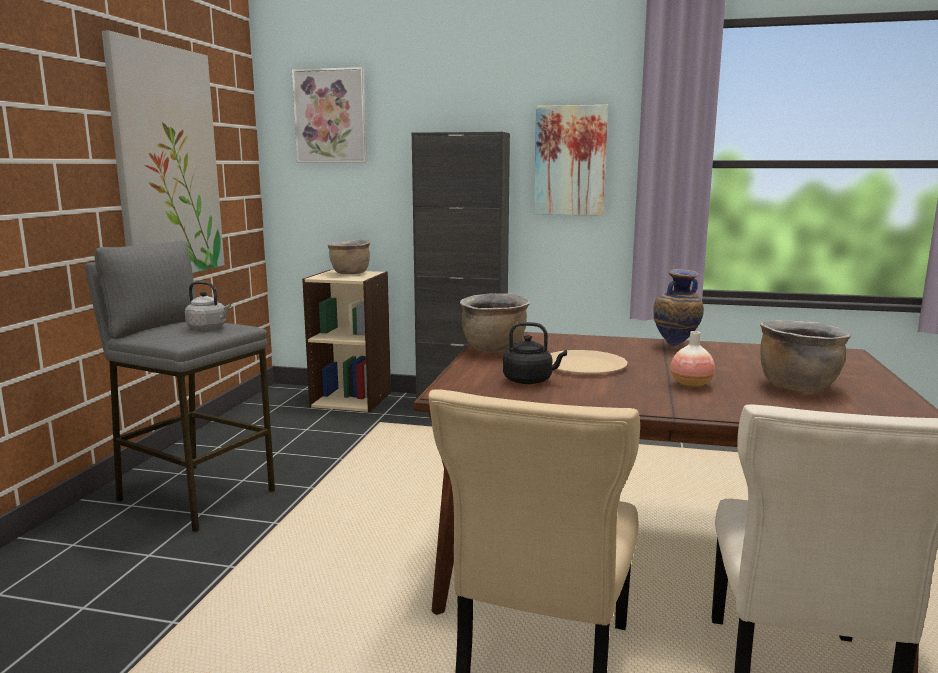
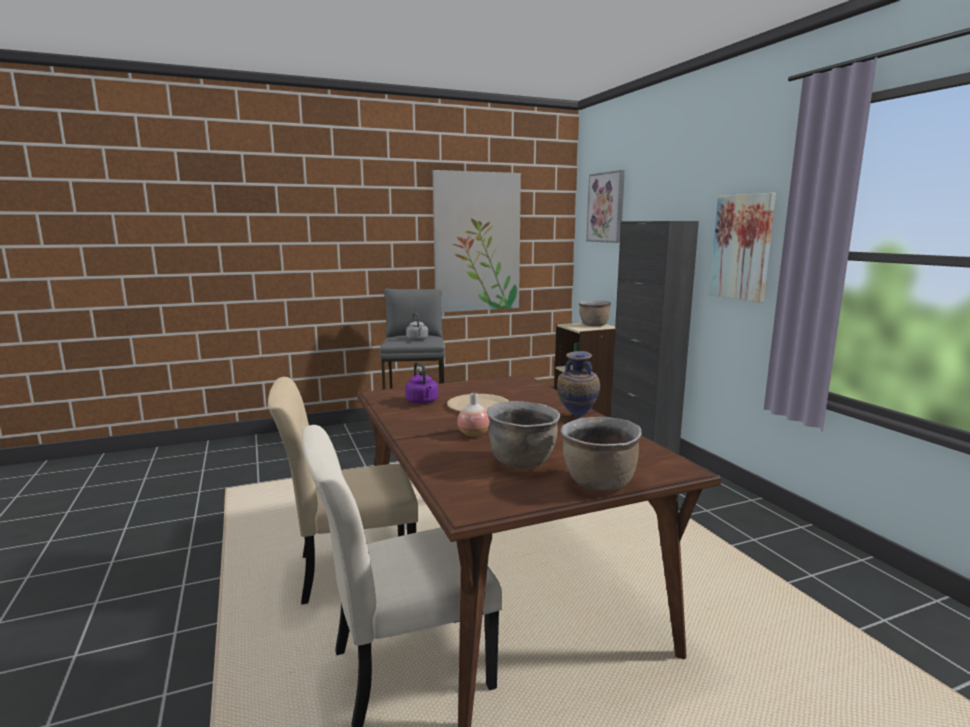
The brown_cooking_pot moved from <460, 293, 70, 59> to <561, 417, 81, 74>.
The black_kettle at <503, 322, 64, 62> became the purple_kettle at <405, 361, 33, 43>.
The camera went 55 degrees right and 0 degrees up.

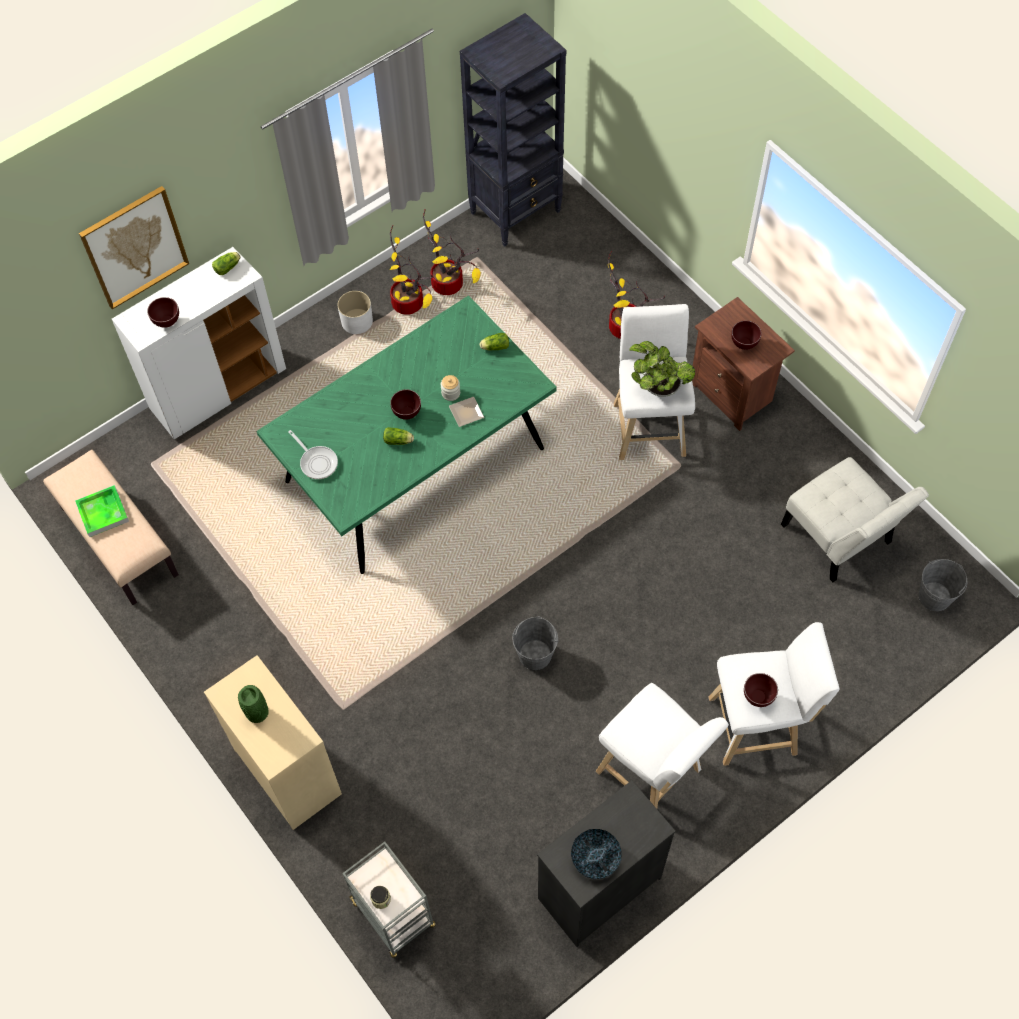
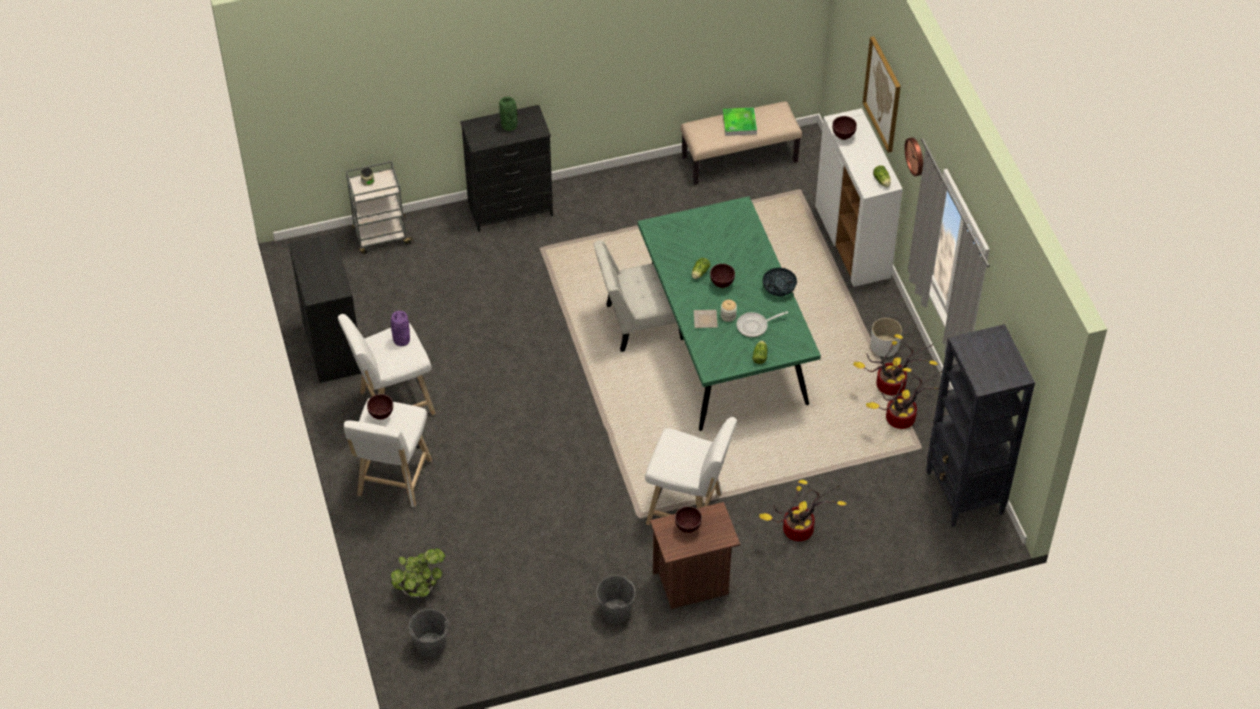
The purple_vase at <391, 311, 19, 35> appeared.
The wall_clock at <904, 137, 19, 39> appeared.
The frying_pan moved from <288, 430, 50, 49> to <737, 311, 51, 26>.
The grey_bucket moved from <512, 616, 46, 54> to <596, 575, 40, 49>.
The bowl moved from <571, 829, 51, 50> to <763, 268, 34, 28>.
The potted_plant moved from <629, 341, 66, 56> to <391, 548, 54, 49>.
The white_chair moved from <781, 457, 148, 125> to <593, 240, 91, 112>.
The beige_dresser at <204, 655, 138, 175> became the black_dresser at <460, 105, 93, 127>.
The camera went 110 degrees right and 10 degrees down.

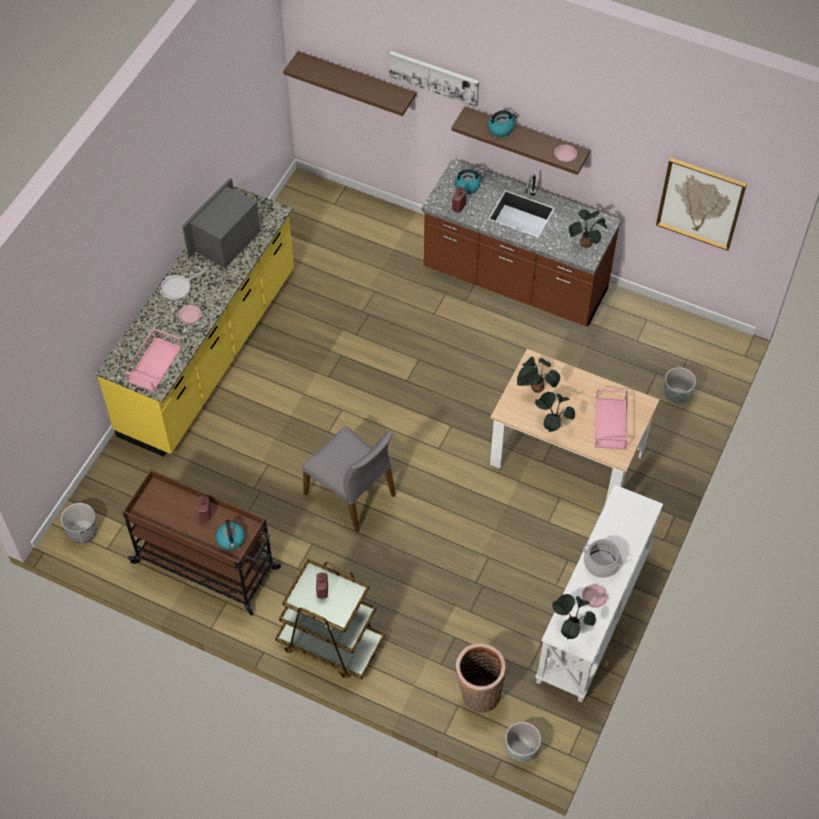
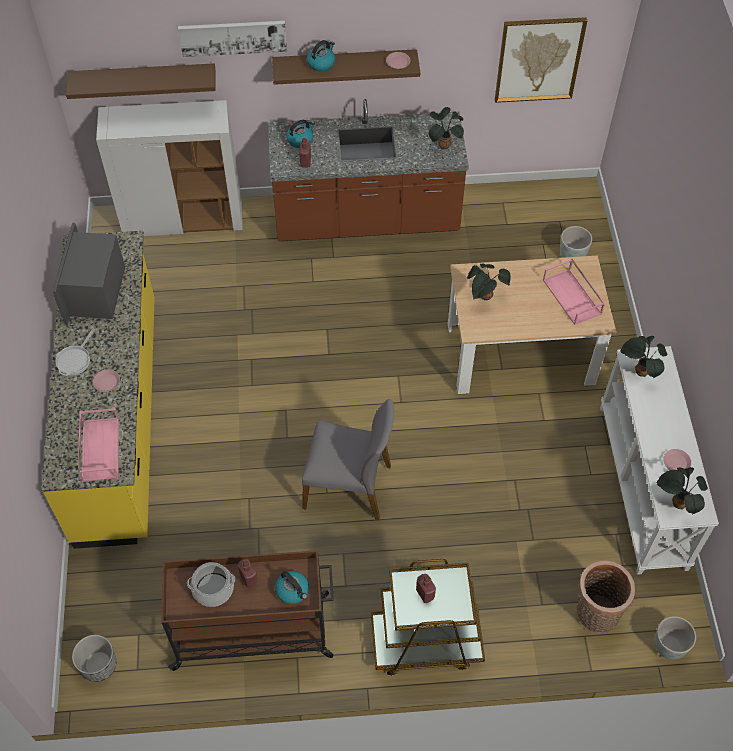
The white_cabinet at <96, 100, 147, 136> appeared.
The potted_plant moved from <535, 392, 40, 40> to <620, 336, 47, 43>.
The cooking_pot moved from <583, 539, 40, 39> to <187, 562, 48, 45>.
The camera went 30 degrees left and 0 degrees up.

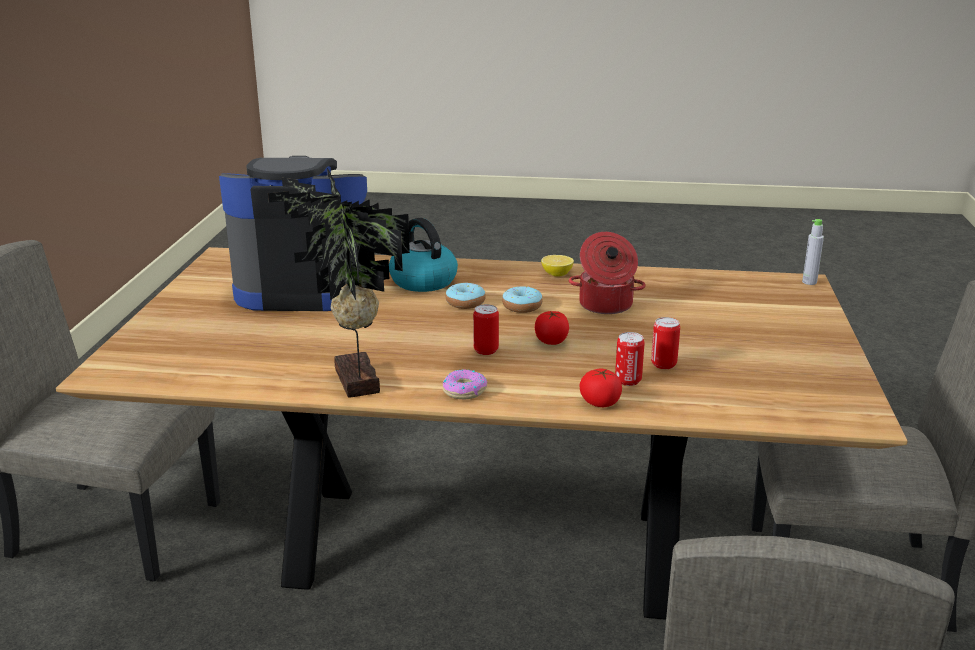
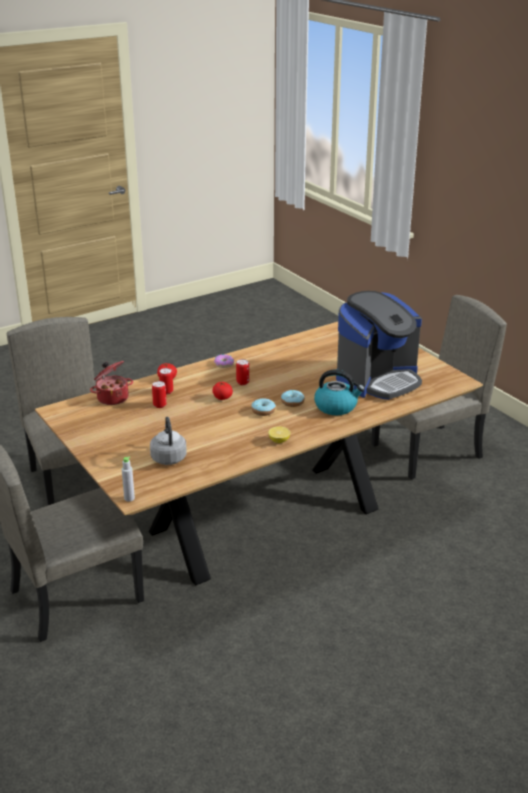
The potted_plant at <268, 168, 142, 230> disappeared.
The grey_kettle at <150, 417, 37, 48> appeared.
The cooking_pot moved from <569, 232, 77, 82> to <90, 361, 43, 44>.
The camera went 140 degrees right and 5 degrees up.

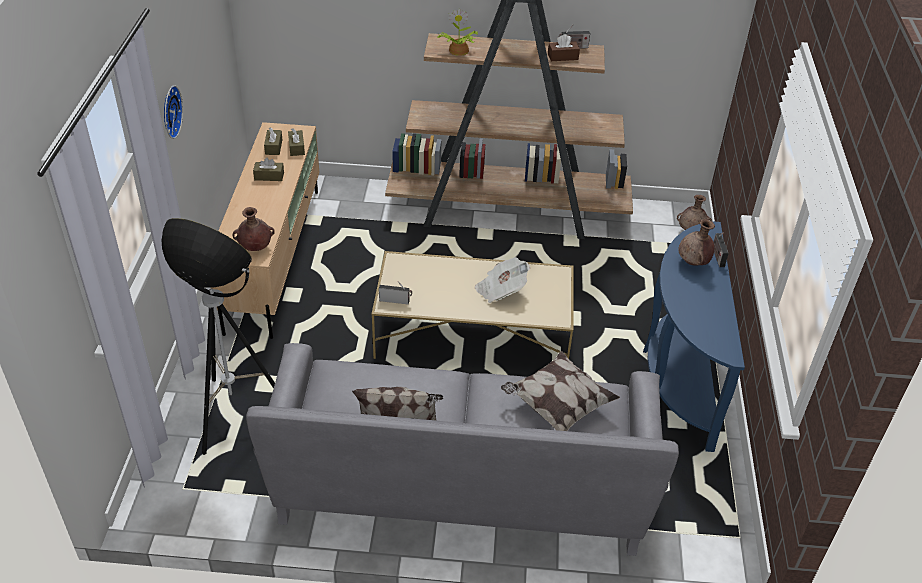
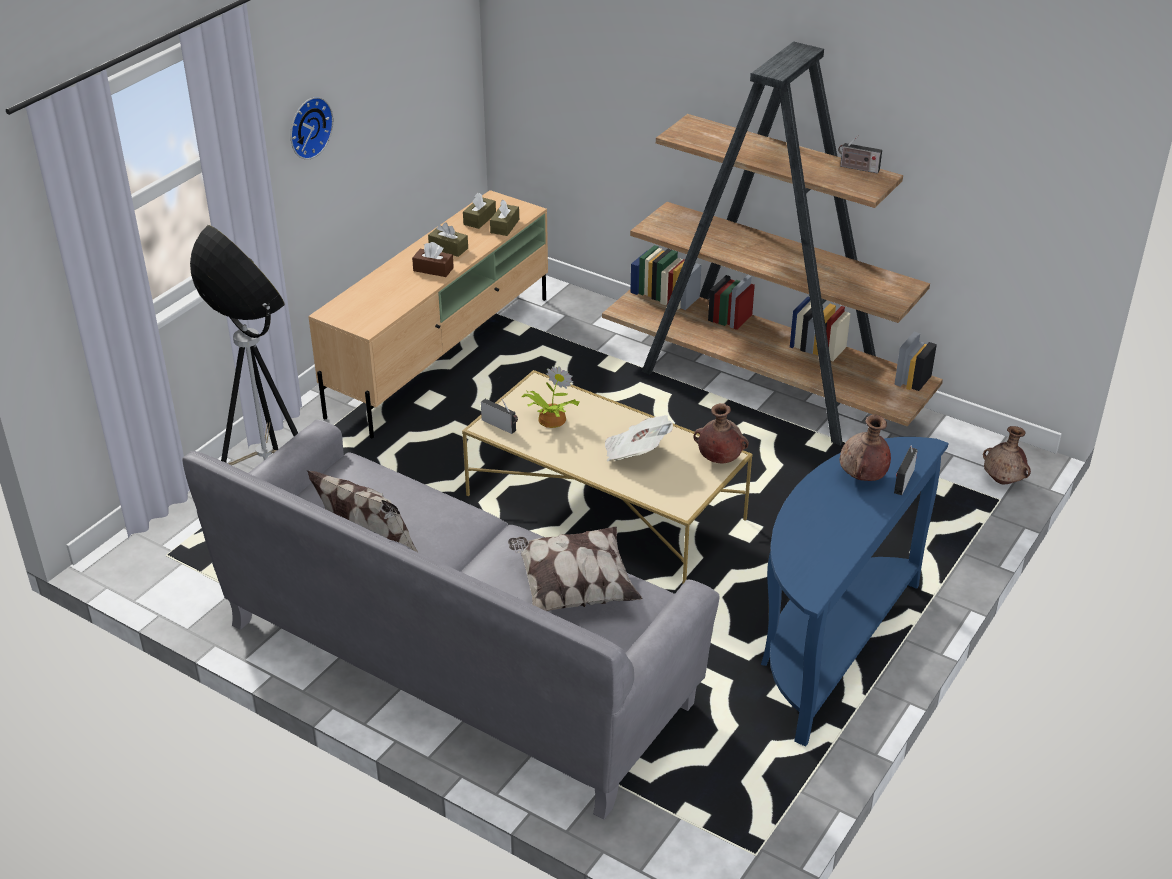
The brown_vase moved from <233, 207, 42, 44> to <693, 403, 56, 60>.
The potted_plant moved from <437, 9, 41, 47> to <522, 366, 58, 62>.
The brown_tissue_box moved from <548, 34, 32, 27> to <412, 242, 42, 35>.
The camera went 30 degrees right and 5 degrees down.

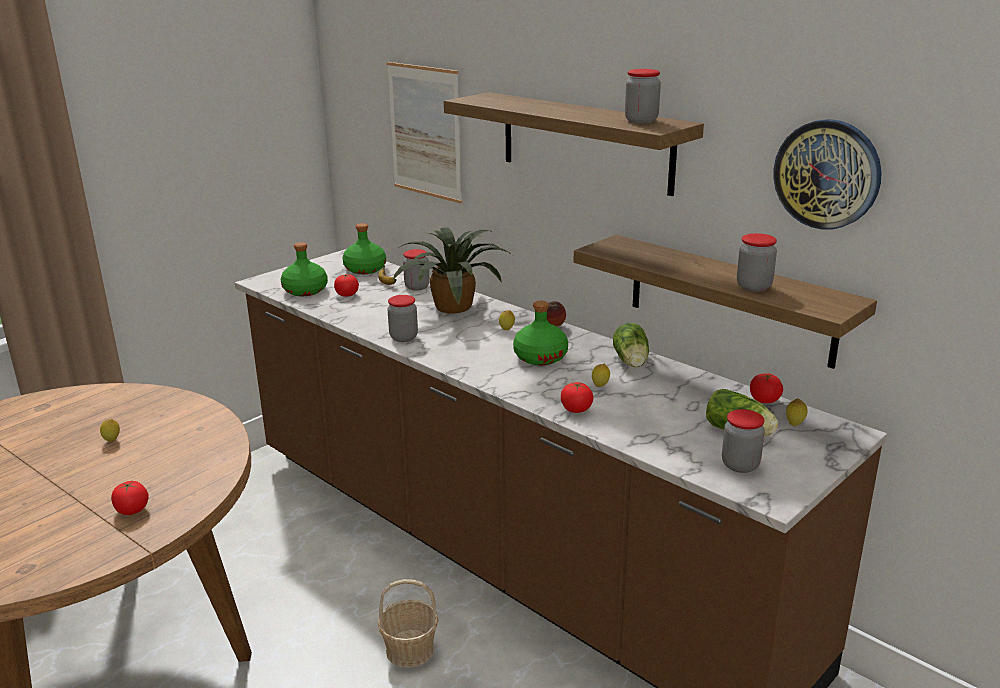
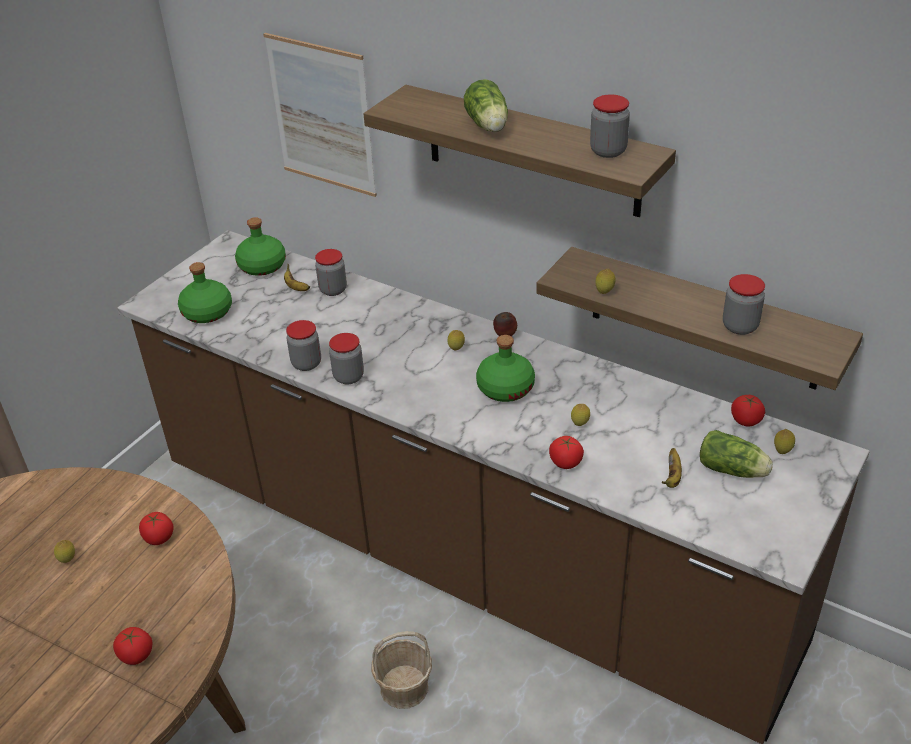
The potted_plant at <392, 228, 120, 86> disappeared.
The wall_clock at <773, 119, 109, 111> disappeared.
The lemon at <595, 269, 20, 25> appeared.
The banana at <662, 448, 20, 40> appeared.
The tomato moved from <334, 274, 25, 23> to <139, 512, 35, 33>.
The lettuce moved from <613, 323, 36, 44> to <464, 79, 44, 53>.
The jar moved from <722, 409, 43, 64> to <286, 320, 35, 51>.
The camera went 10 degrees left and 15 degrees up.

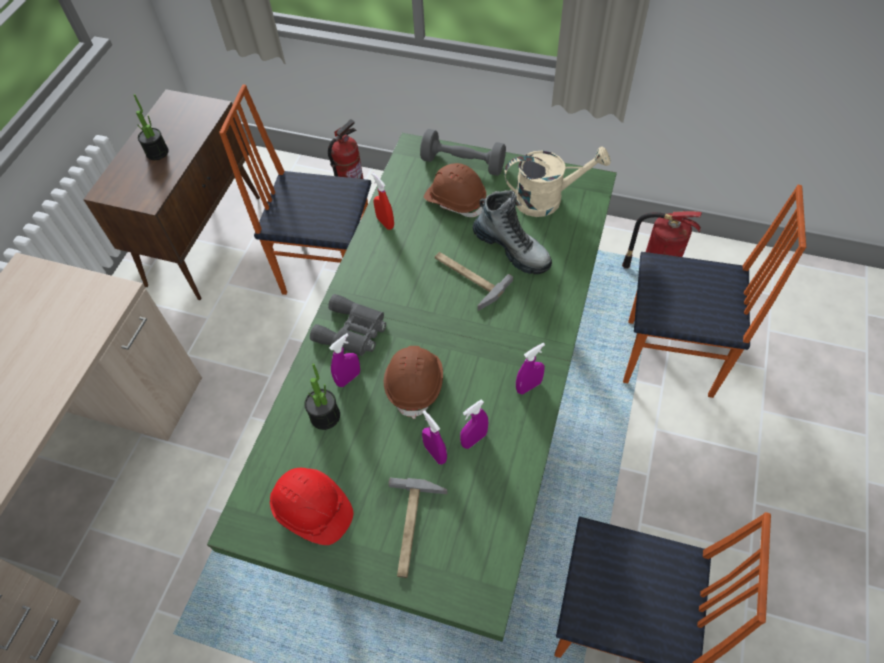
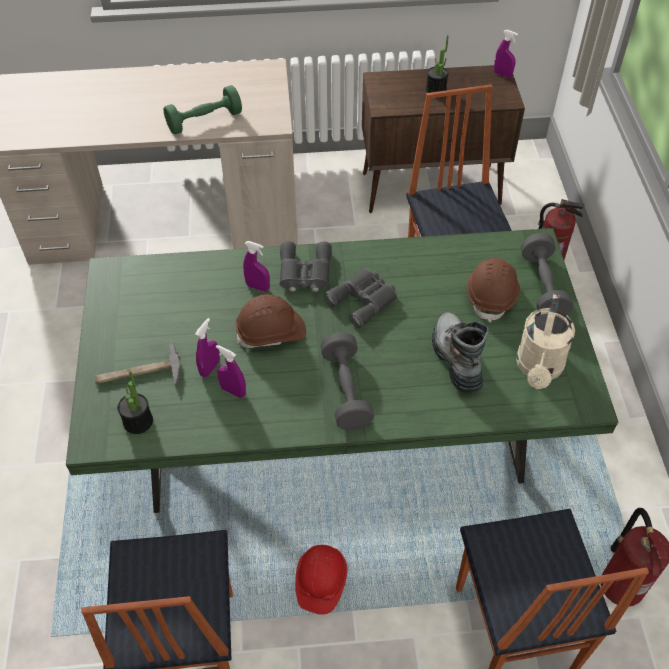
The red_spray_bottle at <372, 173, 22, 57> disappeared.
The hammer at <435, 252, 78, 59> disappeared.
The green_dumbbell at <163, 85, 79, 49> appeared.
The grey_dumbbell at <320, 332, 54, 98> appeared.
The grey_binoculars at <324, 268, 73, 60> appeared.
The red_hard_hat moved from <270, 468, 83, 77> to <295, 545, 52, 69>.
The potted_plant moved from <304, 363, 36, 67> to <118, 370, 35, 64>.
The purple_spray_bottle moved from <516, 343, 29, 52> to <494, 30, 24, 48>.
The boot at <473, 190, 79, 84> turned 150 degrees clockwise.
The beige_watering_can at <504, 146, 107, 71> turned 45 degrees clockwise.
The camera went 65 degrees right and 5 degrees down.

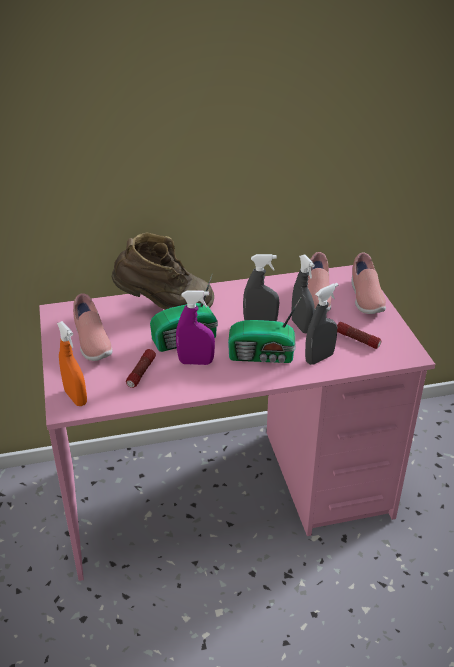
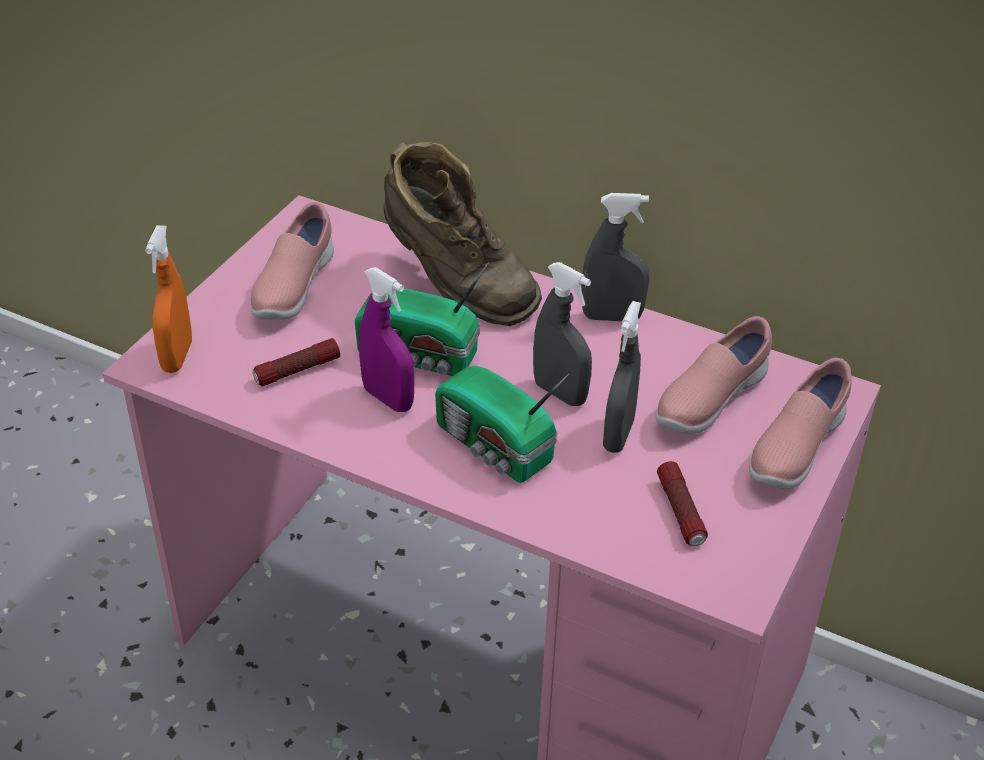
The grey_spray_bottle moved from <305, 283, 33, 82> to <581, 193, 68, 128>.
The camera went 40 degrees right and 5 degrees up.

